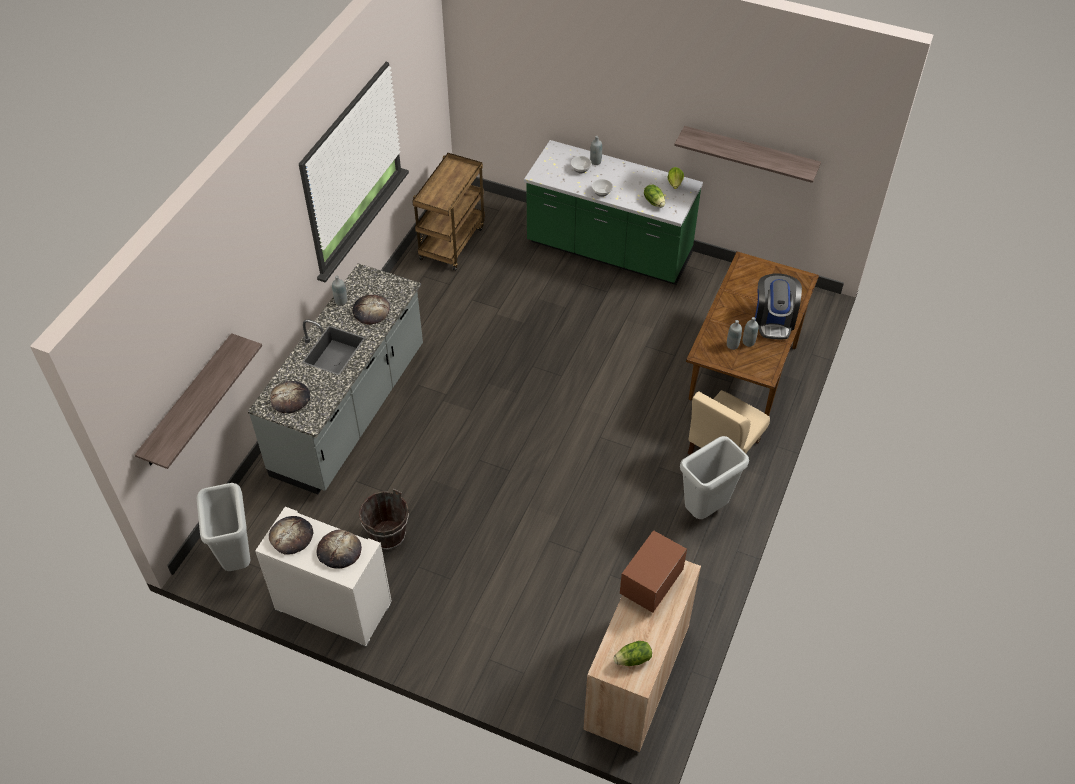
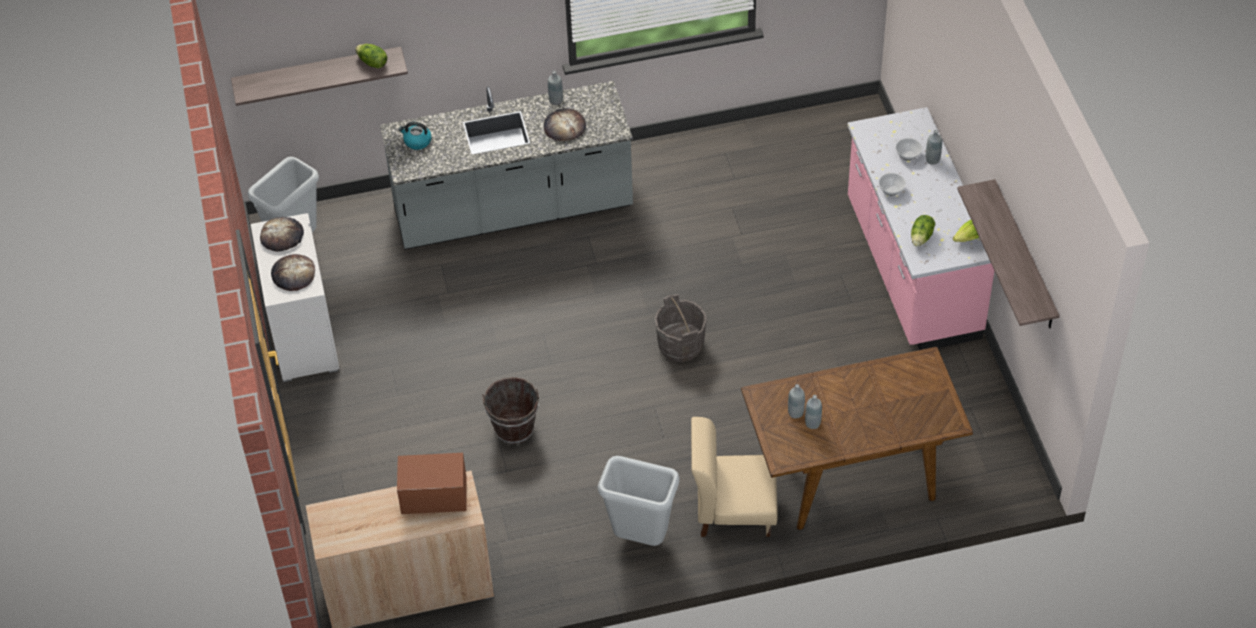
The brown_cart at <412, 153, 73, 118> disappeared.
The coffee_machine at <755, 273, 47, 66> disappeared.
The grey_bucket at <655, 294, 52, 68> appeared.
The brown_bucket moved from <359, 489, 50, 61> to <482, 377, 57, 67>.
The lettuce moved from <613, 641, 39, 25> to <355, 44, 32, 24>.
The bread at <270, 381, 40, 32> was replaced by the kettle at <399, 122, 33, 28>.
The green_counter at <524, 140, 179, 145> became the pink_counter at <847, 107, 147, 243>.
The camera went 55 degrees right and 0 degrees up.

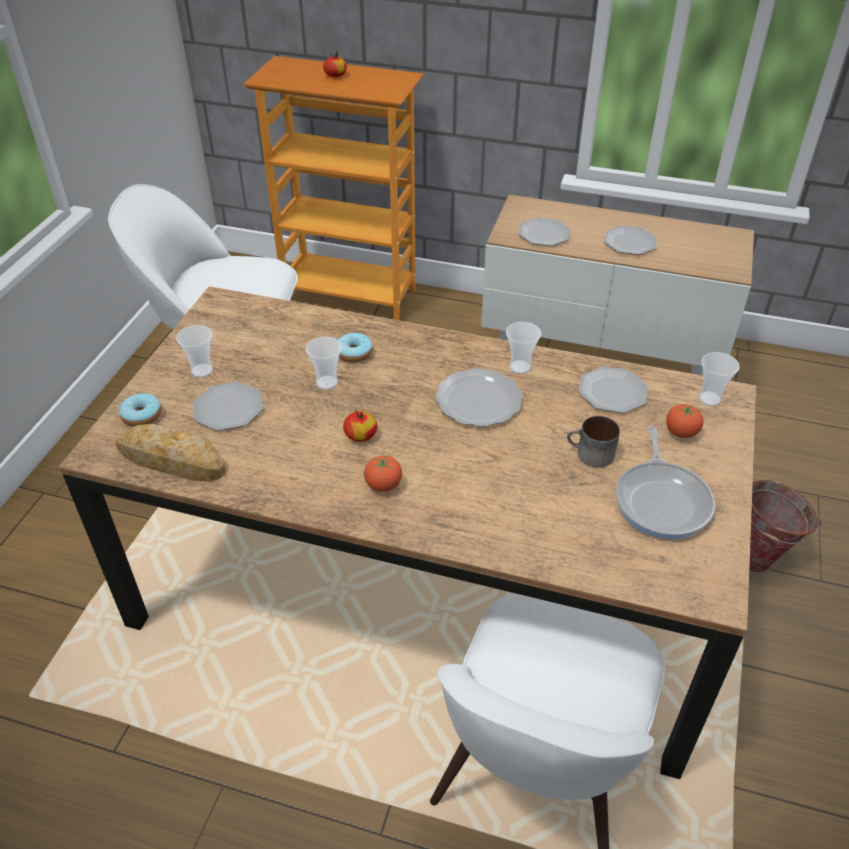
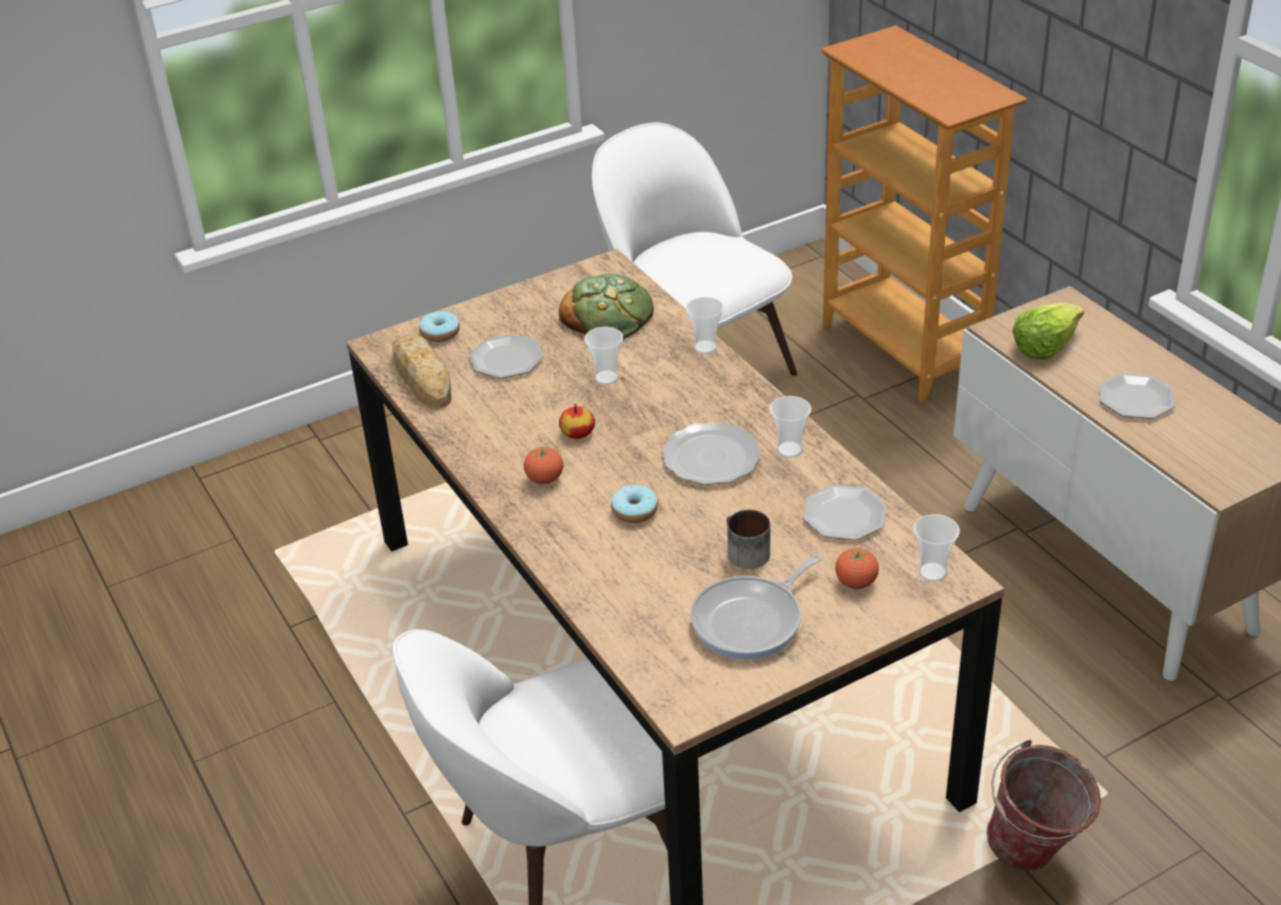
The apple at <323, 51, 24, 26> disappeared.
The bread at <559, 274, 95, 65> appeared.
The cup moved from <176, 325, 37, 53> to <686, 297, 38, 57>.
The donut moved from <338, 333, 35, 30> to <611, 485, 47, 38>.
The plate at <518, 218, 53, 28> was replaced by the lettuce at <1012, 303, 72, 56>.
The camera went 45 degrees right and 5 degrees down.

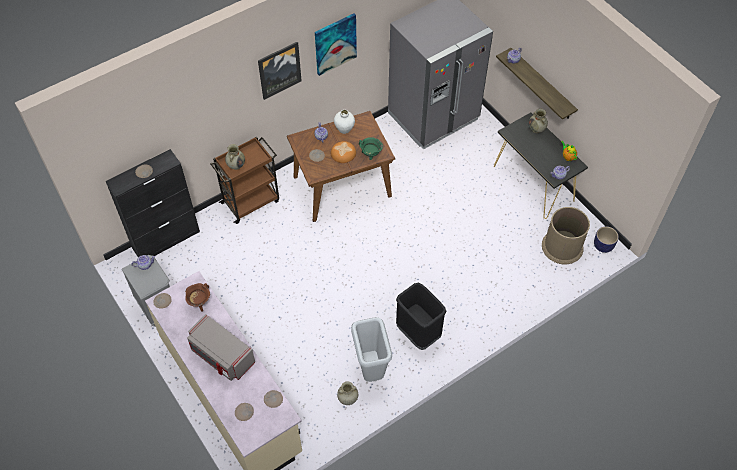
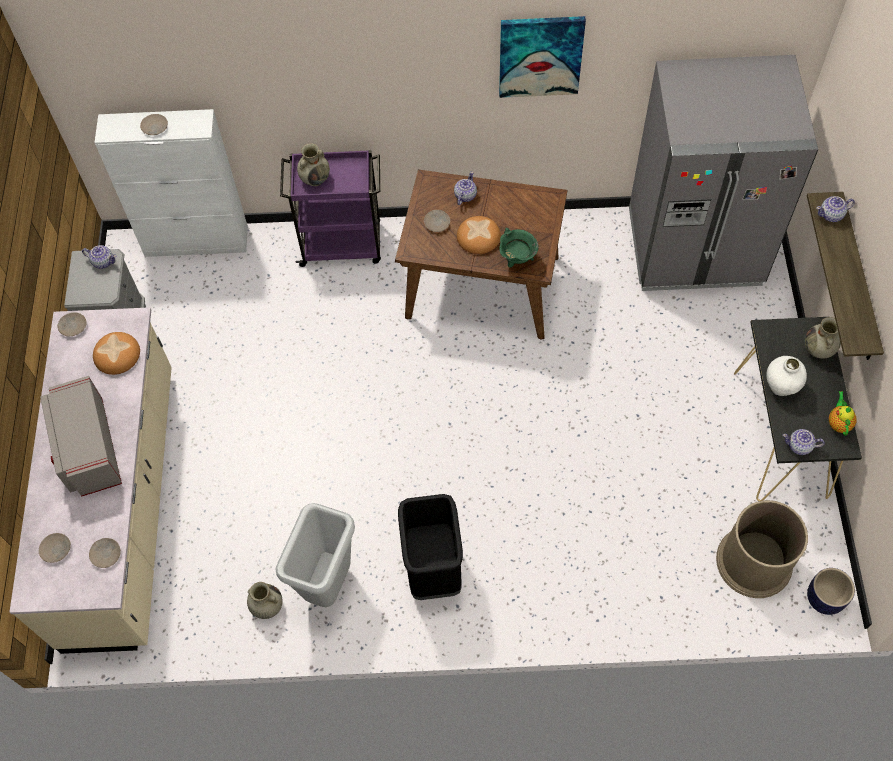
The picture at <258, 42, 44, 58> disappeared.
The white_vase moved from <334, 110, 21, 24> to <766, 356, 41, 40>.
The brown_cooking_pot at <185, 283, 25, 29> was replaced by the bread at <93, 332, 47, 43>.
The black_cabinet at <105, 149, 95, 108> became the white_cabinet at <94, 109, 154, 148>.
The brown_cart at <210, 136, 69, 88> became the purple_cart at <280, 150, 101, 117>.
The camera went 35 degrees right and 5 degrees up.

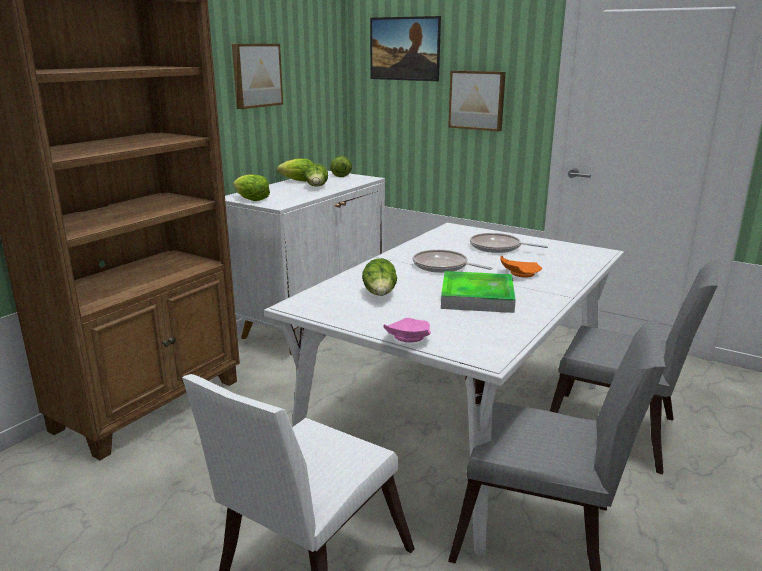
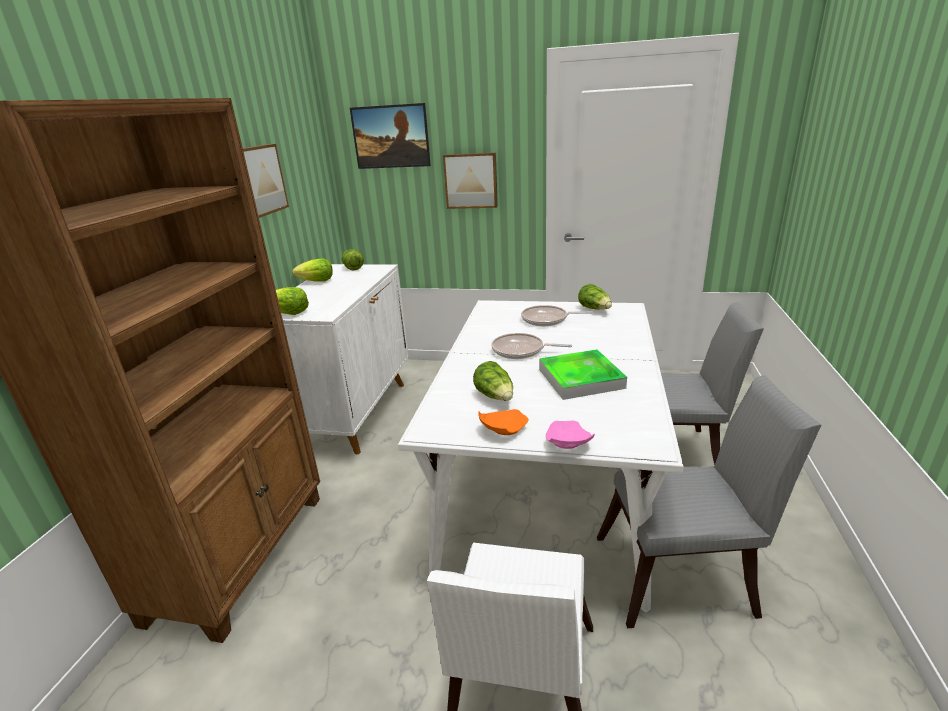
The lettuce moved from <305, 164, 23, 23> to <578, 284, 34, 25>.
The orange_plate moved from <500, 256, 42, 22> to <478, 409, 50, 26>.
The camera went 20 degrees left and 5 degrees up.

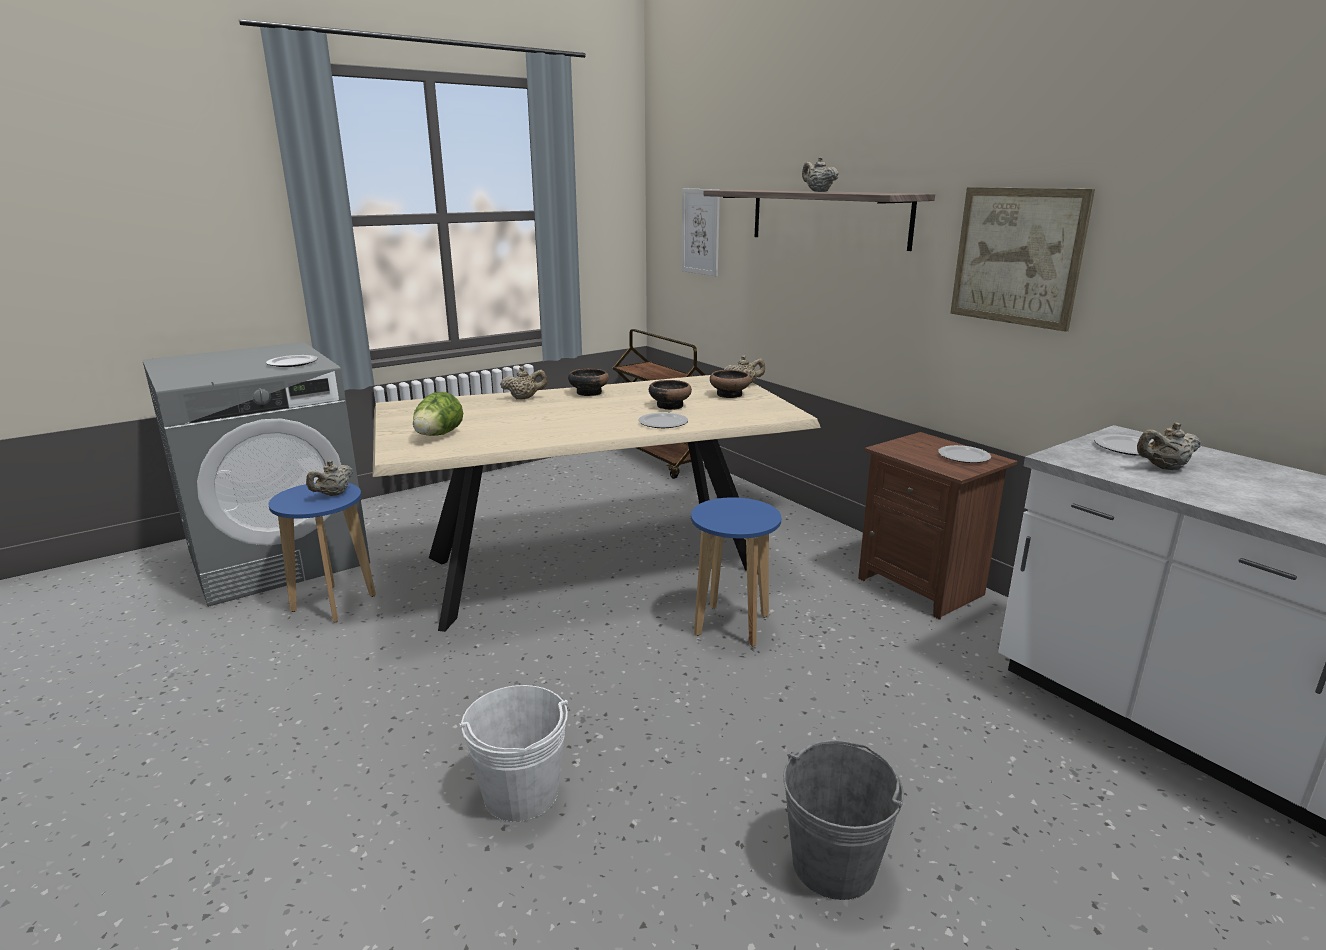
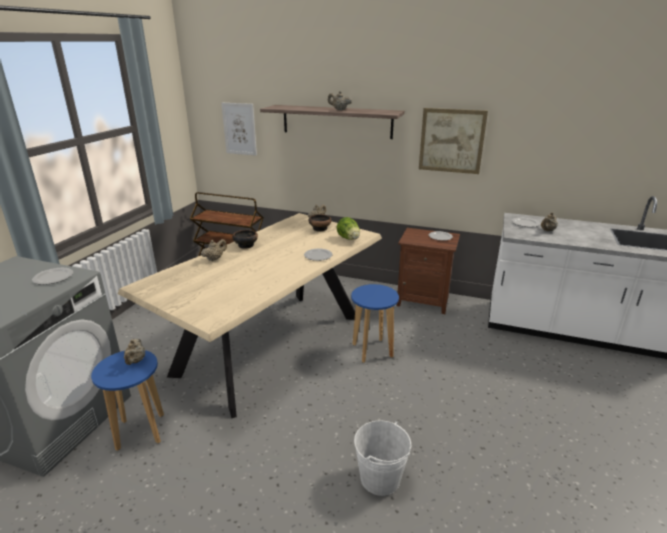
The bowl at <649, 380, 43, 30> disappeared.
The grey_bucket at <783, 740, 121, 160> disappeared.
The lettuce moved from <413, 392, 50, 44> to <337, 217, 23, 23>.
The camera went 35 degrees left and 5 degrees up.

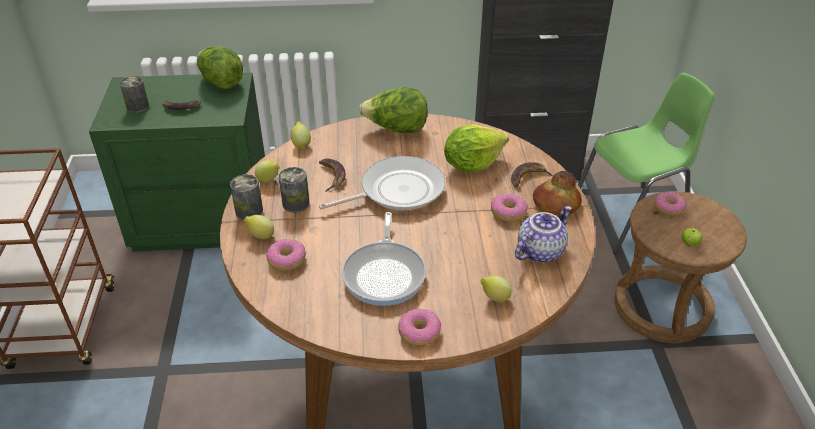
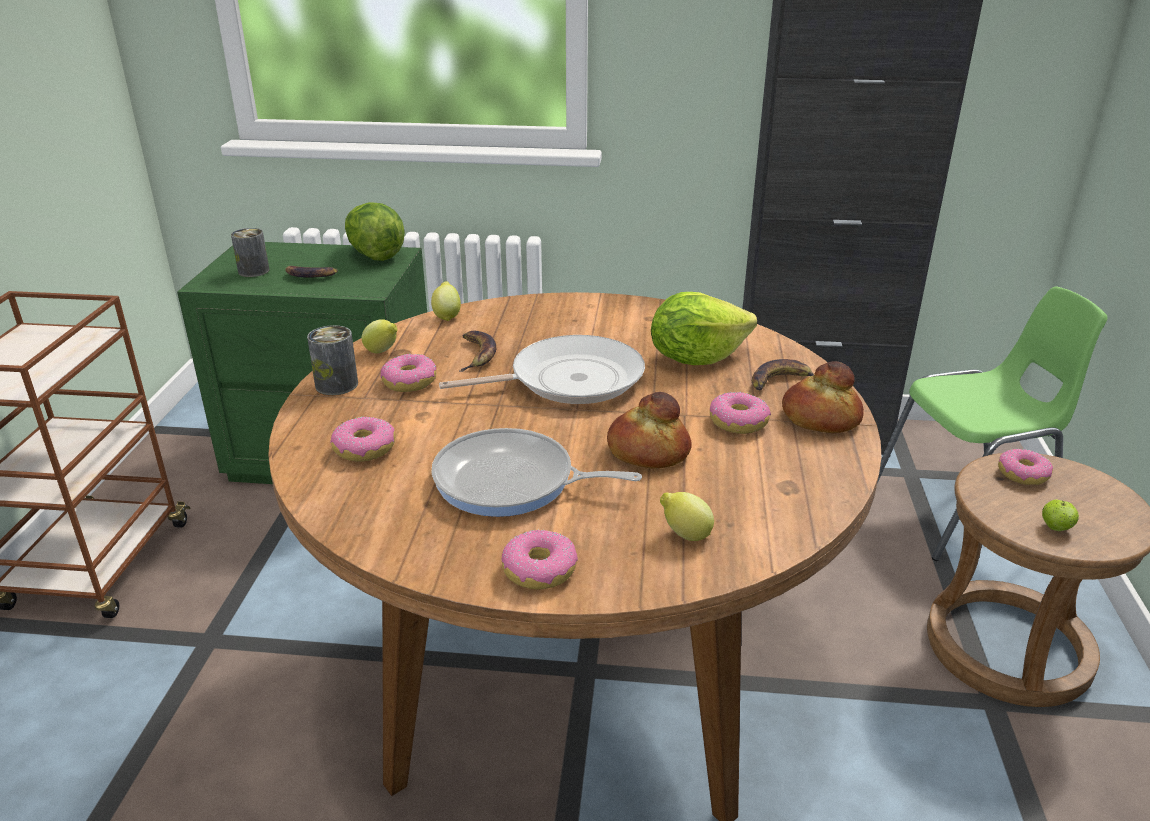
The lemon at <244, 215, 30, 24> disappeared.
The lettuce at <359, 87, 69, 46> disappeared.
The teapot at <515, 206, 57, 57> disappeared.
The bread at <607, 392, 85, 76> appeared.
The can at <279, 167, 31, 46> was replaced by the donut at <381, 354, 55, 38>.
The frying_pan at <342, 212, 84, 94> turned 90 degrees clockwise.
The camera went 10 degrees right and 10 degrees down.

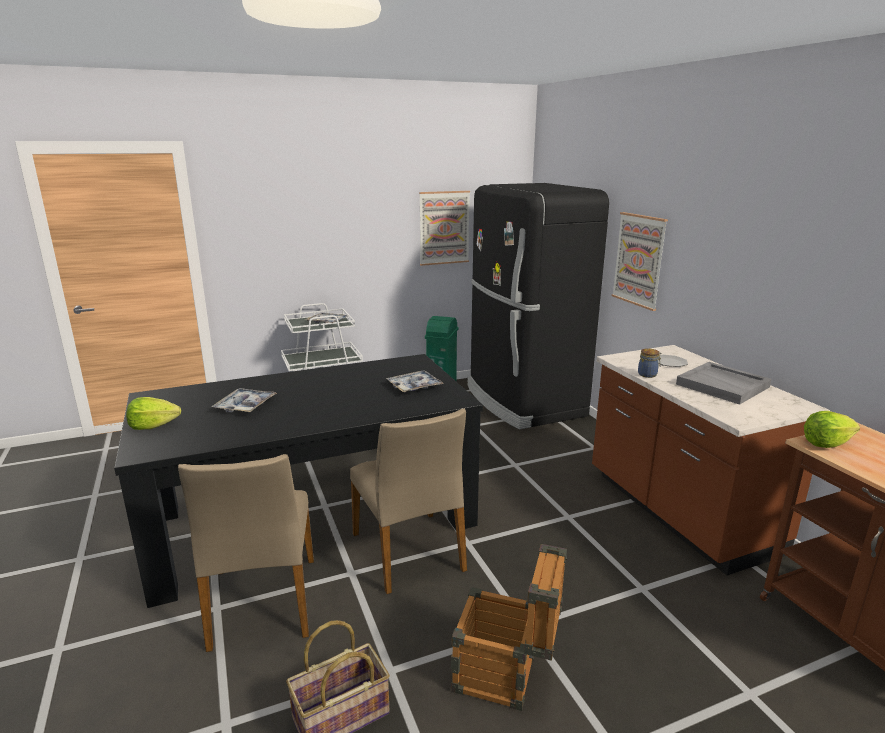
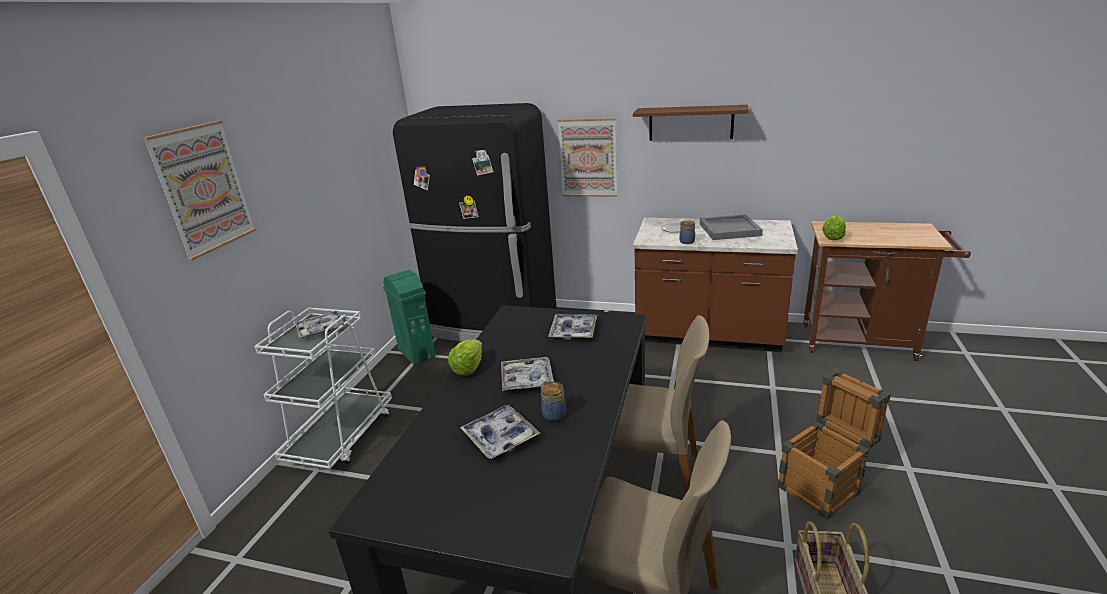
The tray at <501, 357, 53, 34> appeared.
The jar at <541, 382, 25, 39> appeared.
The brown_shelf at <633, 105, 116, 36> appeared.
The lettuce moved from <126, 397, 55, 33> to <448, 340, 34, 35>.
The picture moved from <419, 191, 51, 75> to <142, 120, 114, 141>.
The camera went 50 degrees left and 5 degrees up.

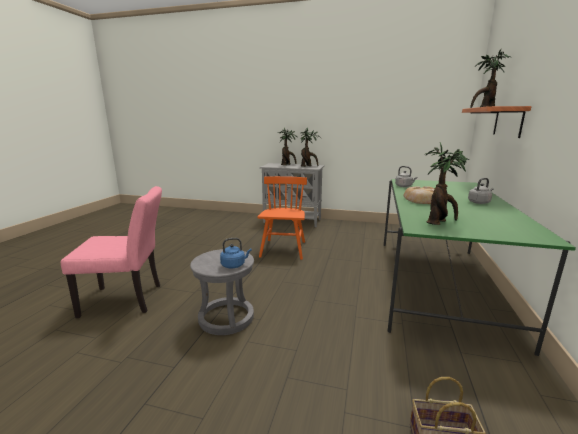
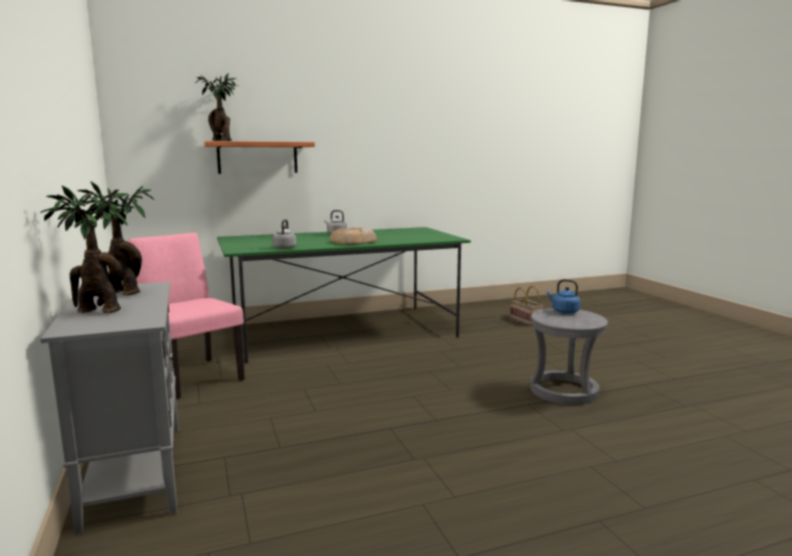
The orange_chair at <257, 176, 50, 84> disappeared.
The potted_plant at <424, 143, 45, 82> disappeared.
The pink_chair moved from <61, 186, 101, 132> to <128, 233, 117, 166>.
The camera went 125 degrees left and 5 degrees down.

